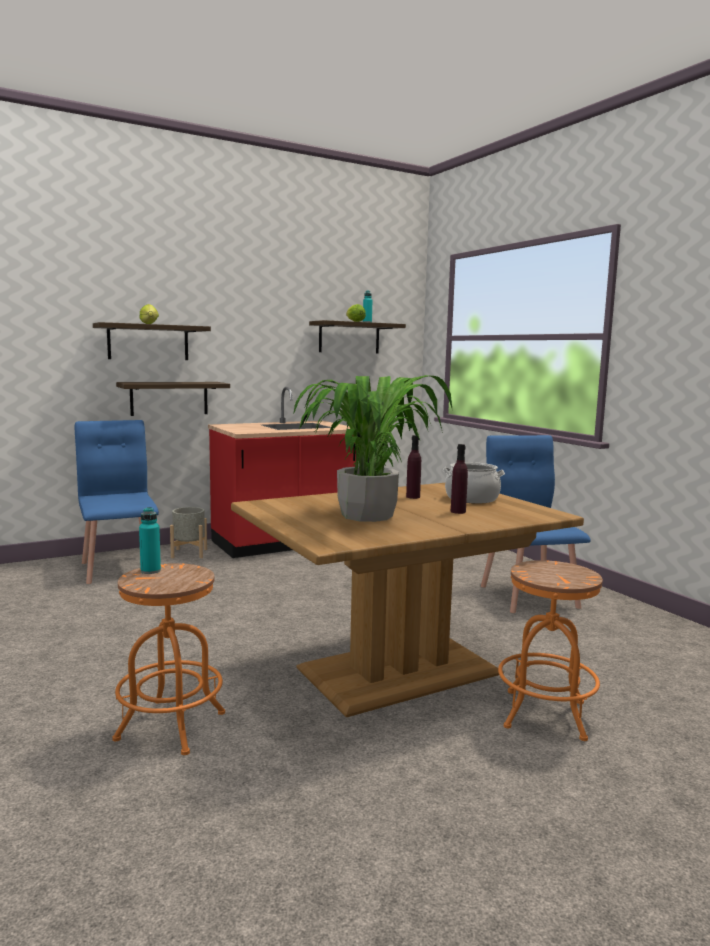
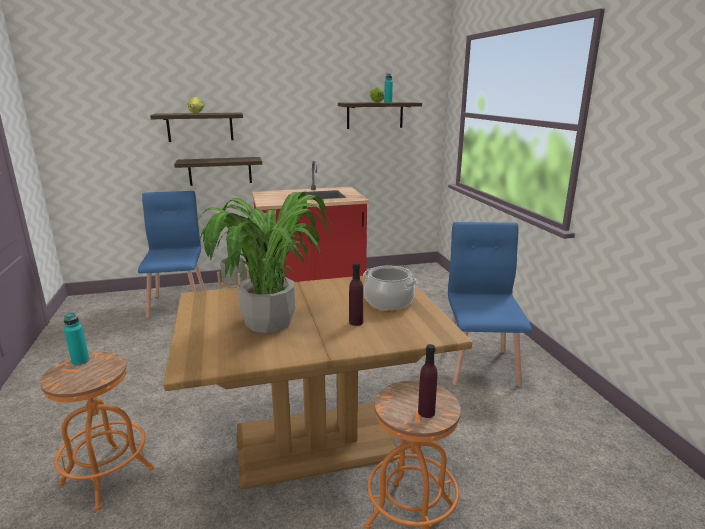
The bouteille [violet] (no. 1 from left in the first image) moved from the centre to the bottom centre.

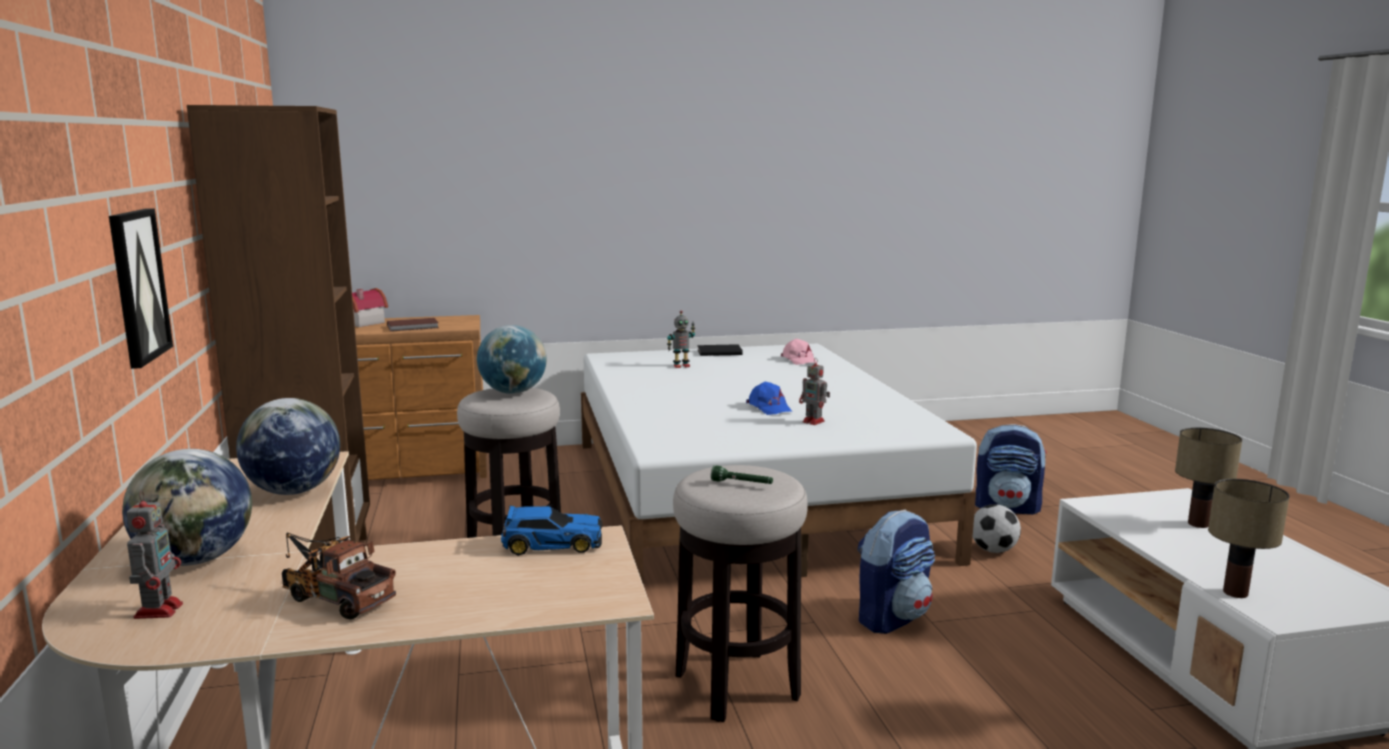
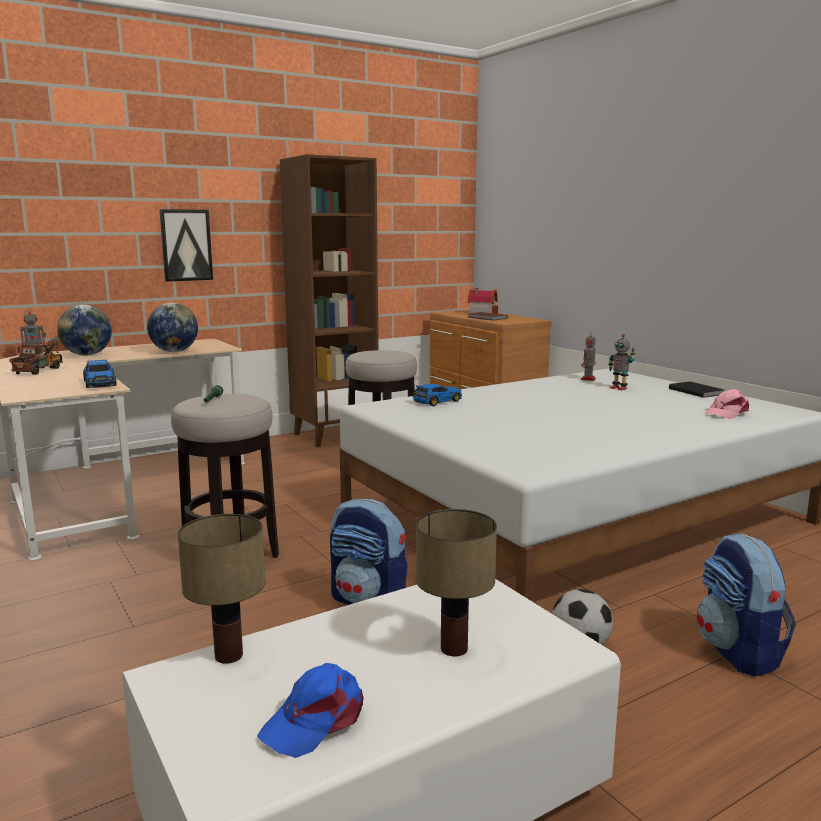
The casquette [bleu] moved from the centre to the bottom centre. The petite voiture (no. 2 from left) at the centre appeared. The robot jouet (no. 3 from left in the first image) moved from the centre to the middle right. The globe (no. 3 from left) at the centre disappeared.

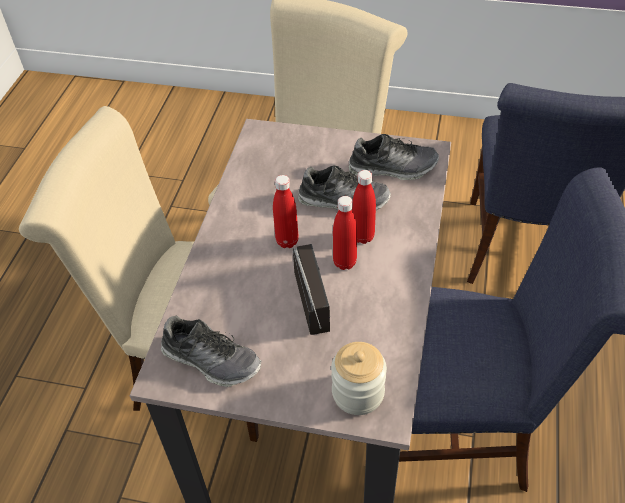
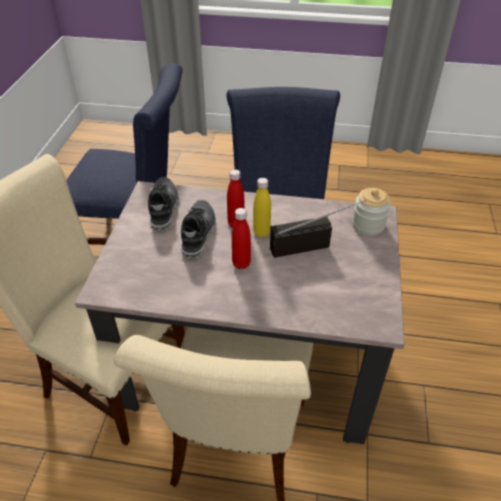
The bouteille [rouge] (no. 2 from left) at the centre became the bouteille [jaune] at the centre. The chaussure (no. 1 from left) at the bottom centre disappeared.

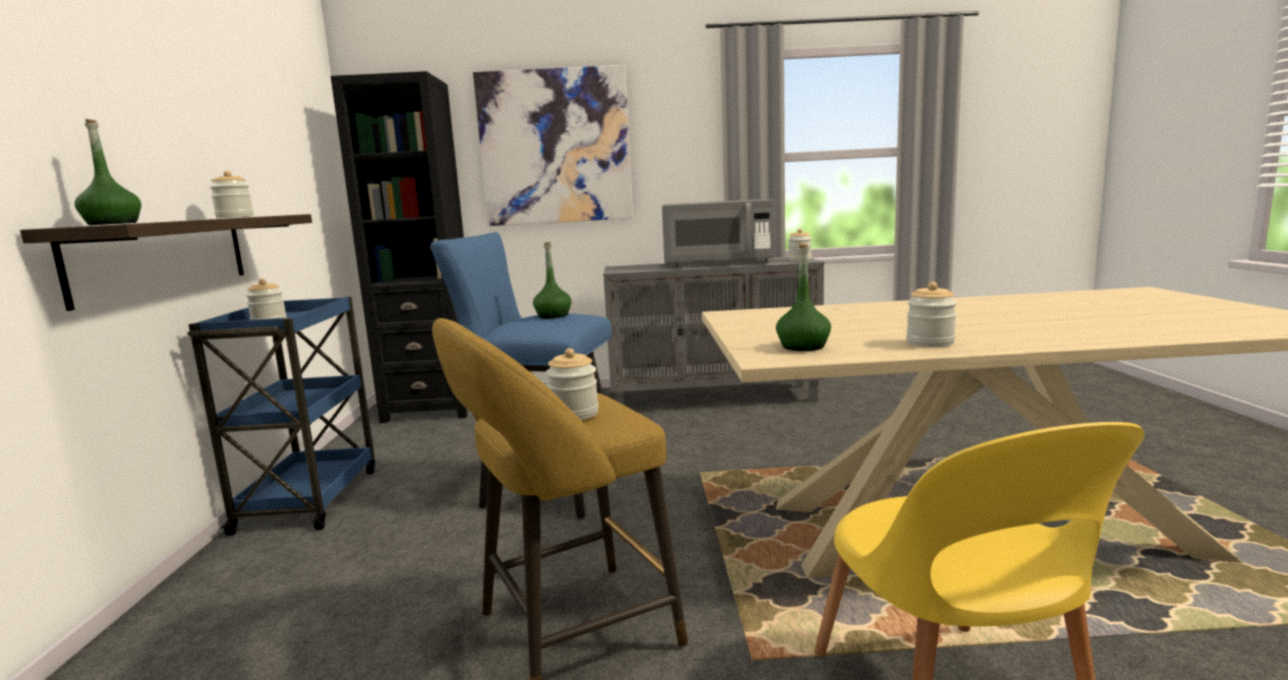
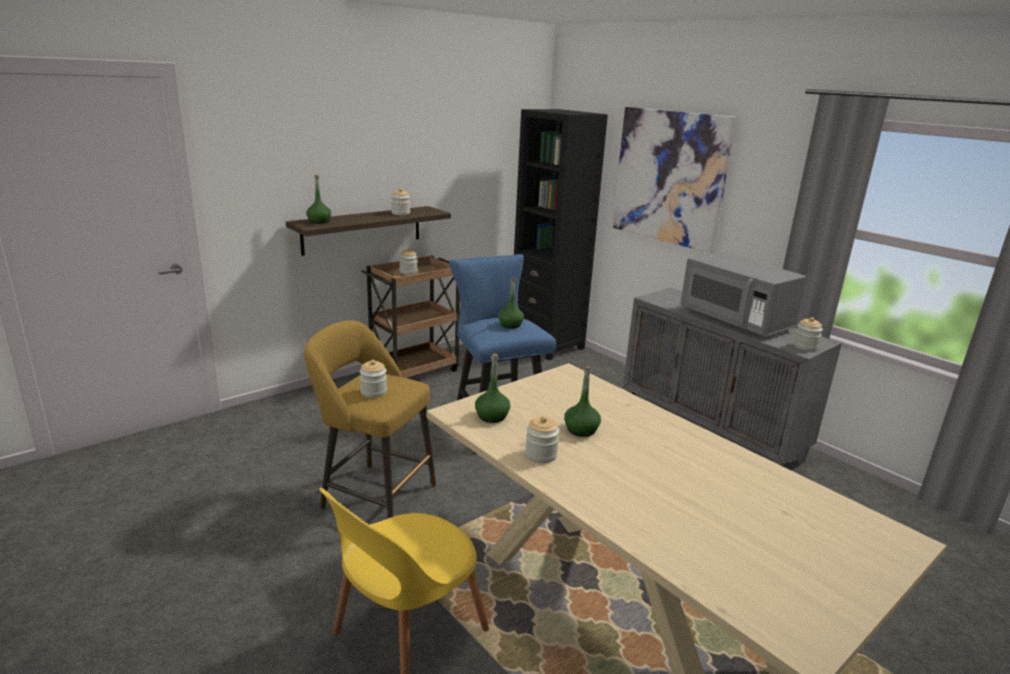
The chariot [bleu] at the middle left became the chariot [marron] at the centre. The bouteille [vert] (no. 4 from left) at the centre appeared.

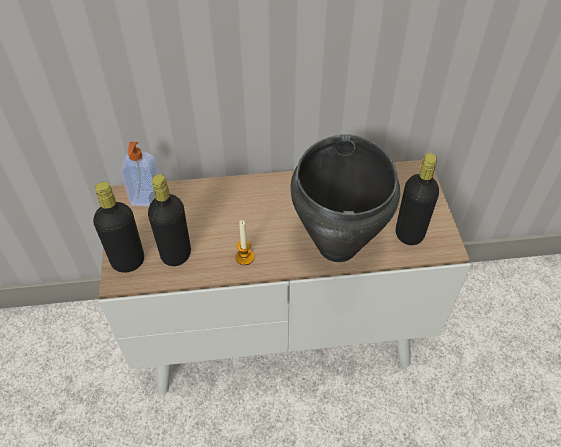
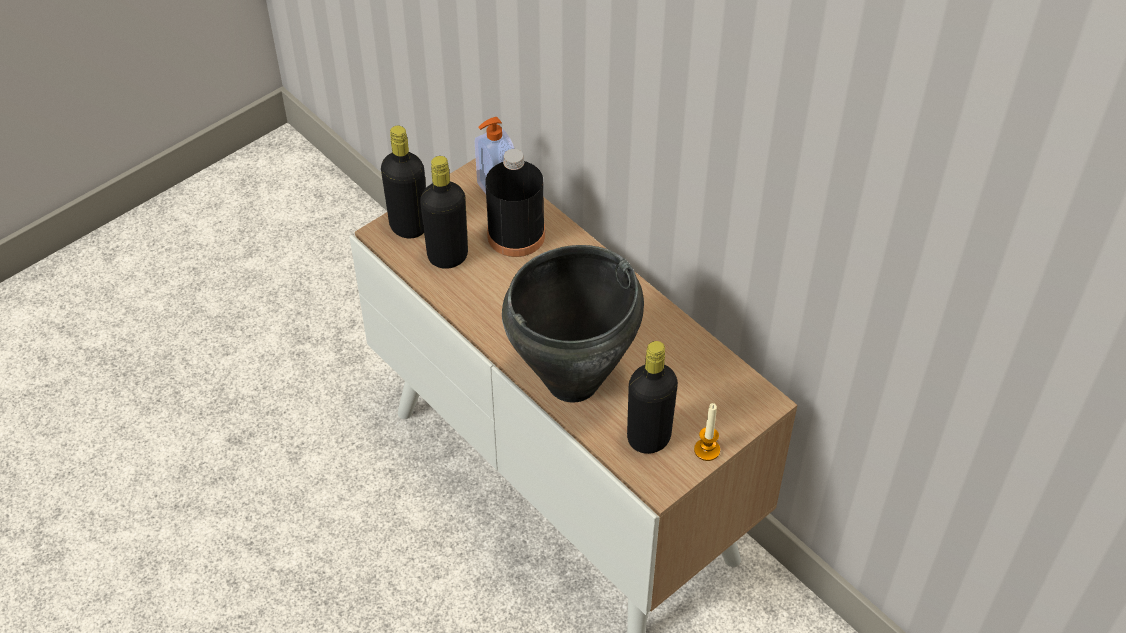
The bouteille [noir] (no. 3 from left) at the top centre appeared. The bougie moved from the centre to the bottom centre.

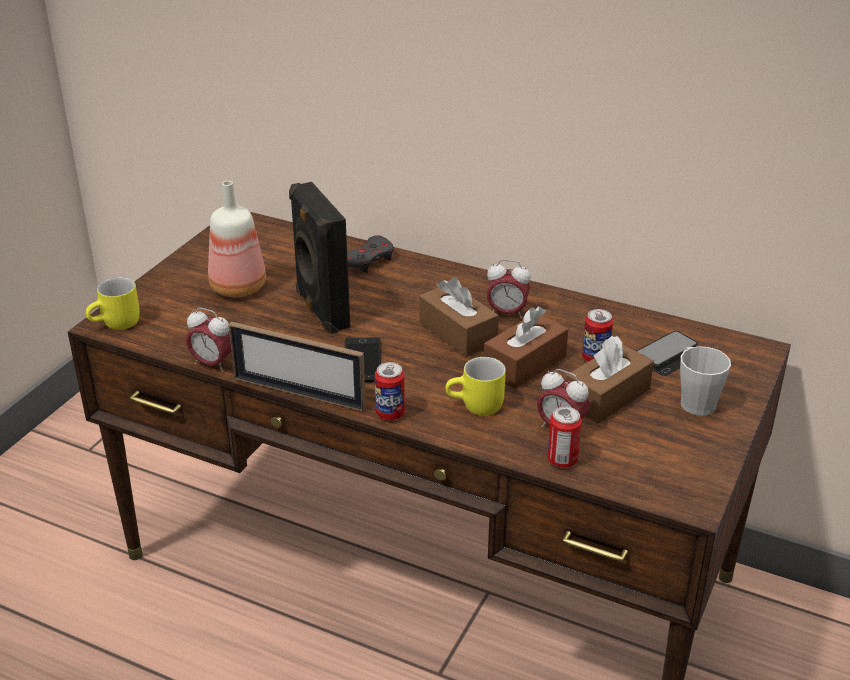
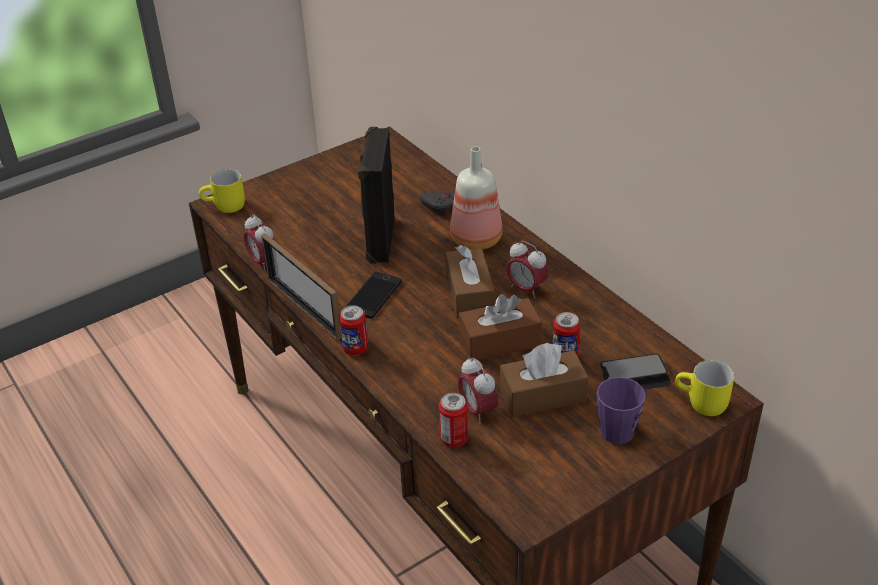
The bouteille moved from the middle left to the centre. The mug [gris] at the middle right became the mug [violet] at the bottom right. The mug [jaune] (no. 2 from left) moved from the centre to the middle right.

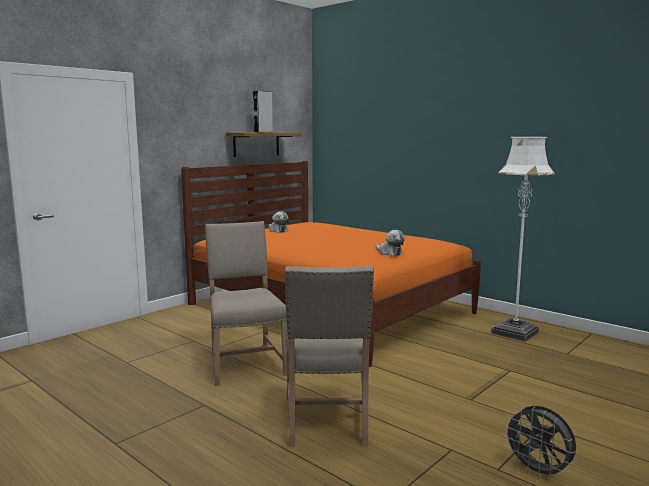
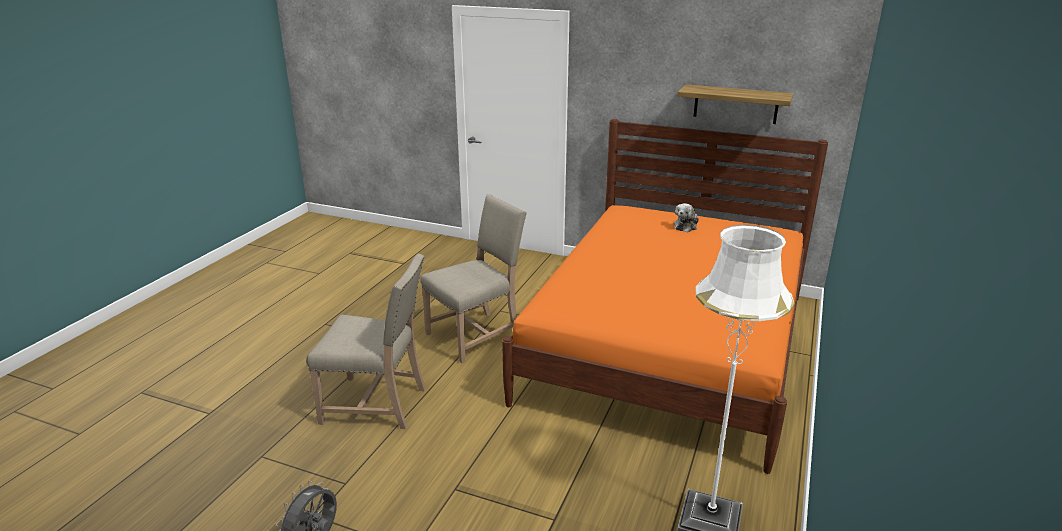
The chaise [beige] (no. 2 from left in the first image) at the bottom centre turned 150 degrees counterclockwise. The enceinte [gris] at the top centre disappeared. The peluche (no. 2 from left) at the centre disappeared.

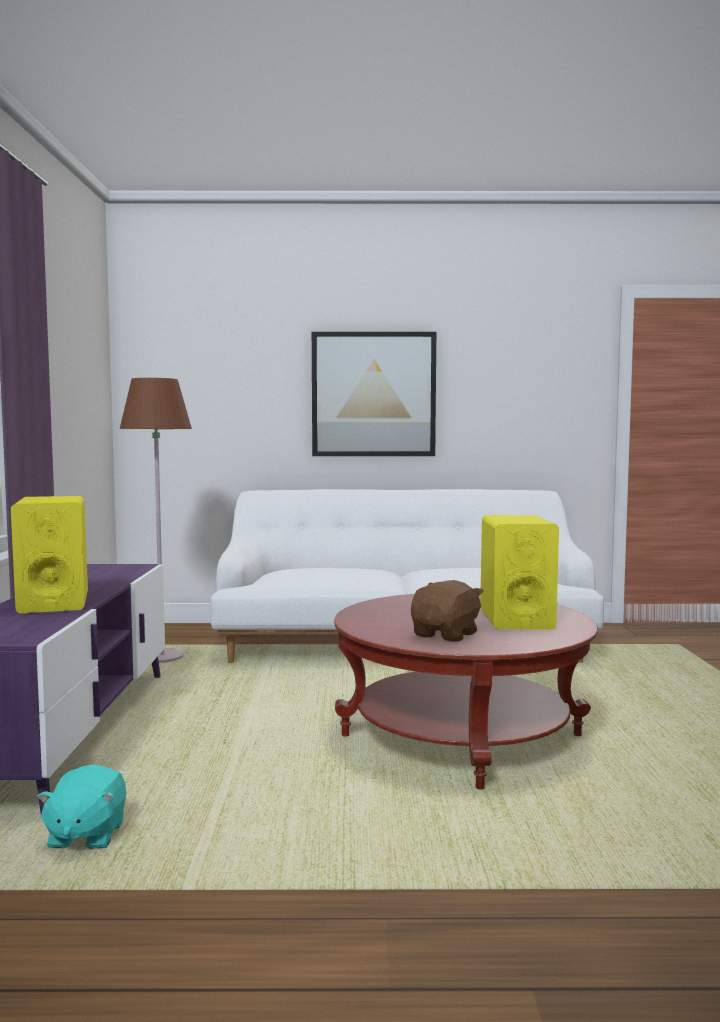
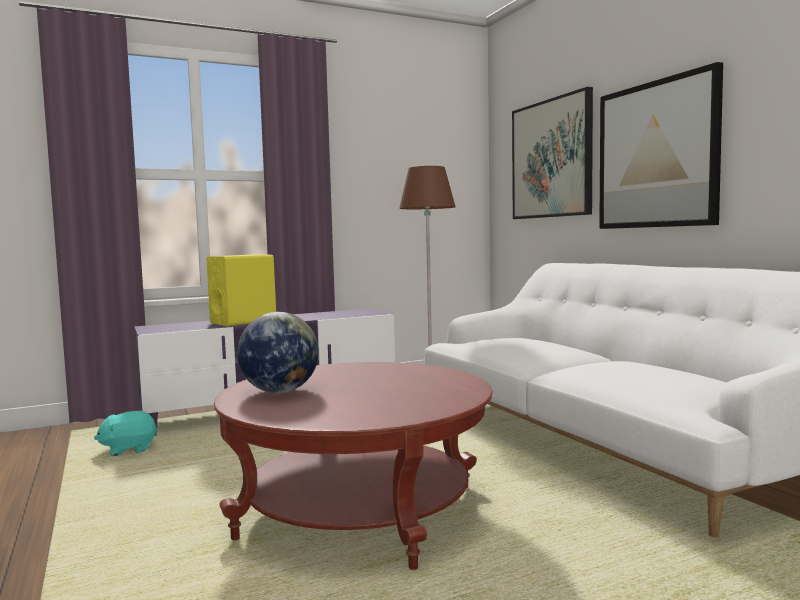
The peluche [marron] at the centre was replaced by the globe at the centre. The tableau (no. 1 from left) at the top right appeared. The enceinte [jaune] (no. 2 from left) at the middle right disappeared.

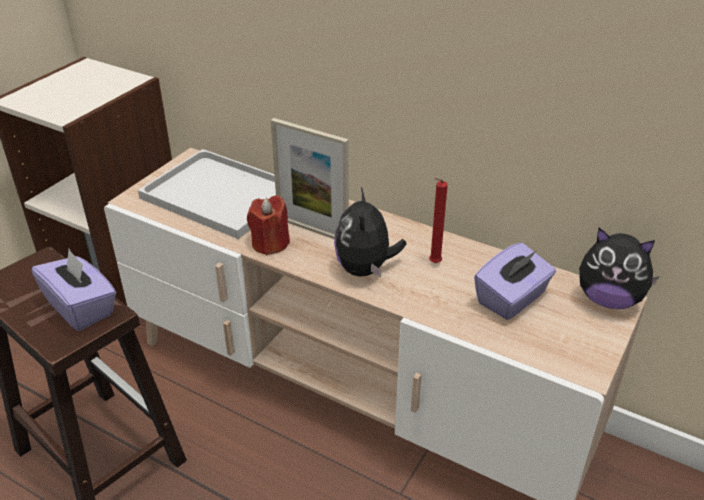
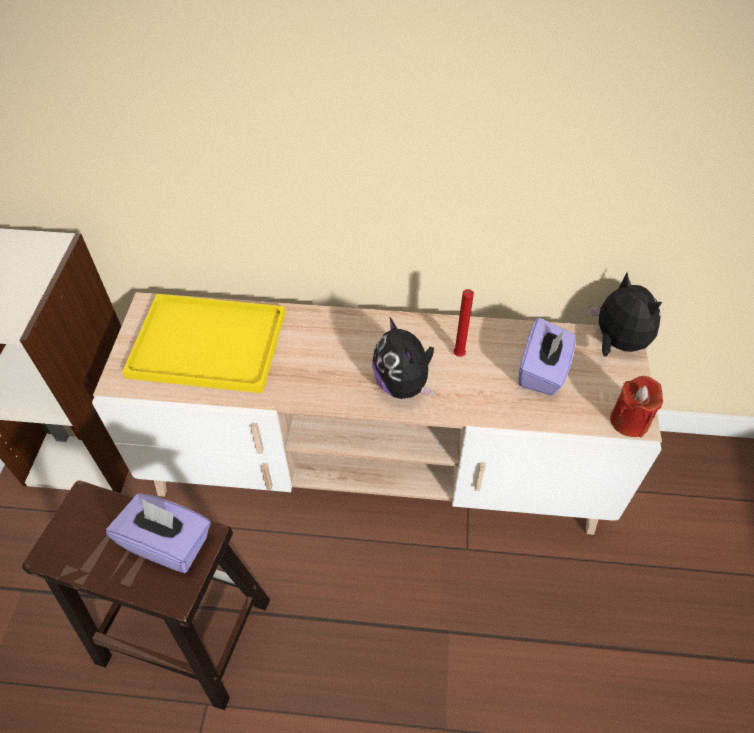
The plateau [blanc] at the middle left became the plateau [jaune] at the middle left. The peluche (no. 2 from left) at the middle right turned 120 degrees counterclockwise. The bougie [rouge] (no. 1 from left in the first image) moved from the centre to the middle right. The cadre photo at the centre disappeared.

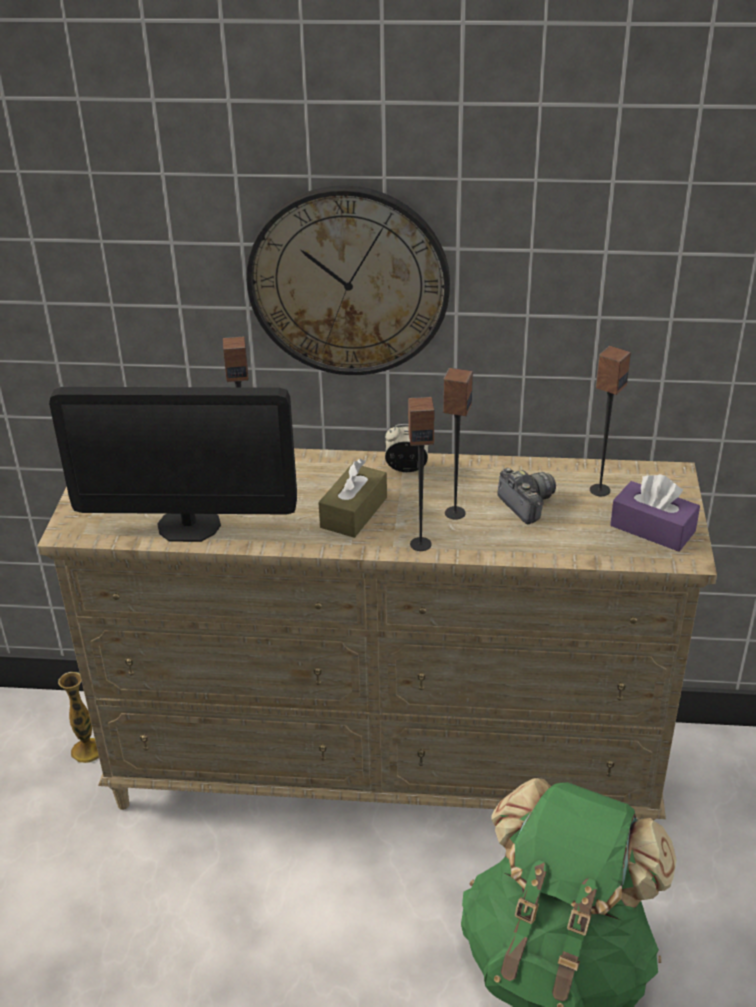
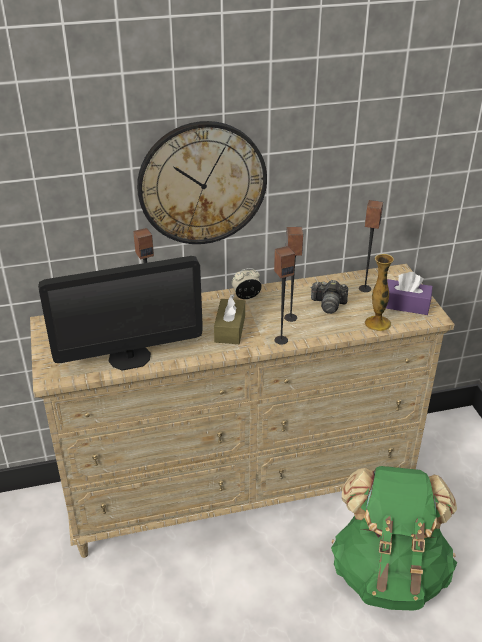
The appareil photo at the middle right turned 150 degrees clockwise. The vase moved from the bottom left to the middle right.

